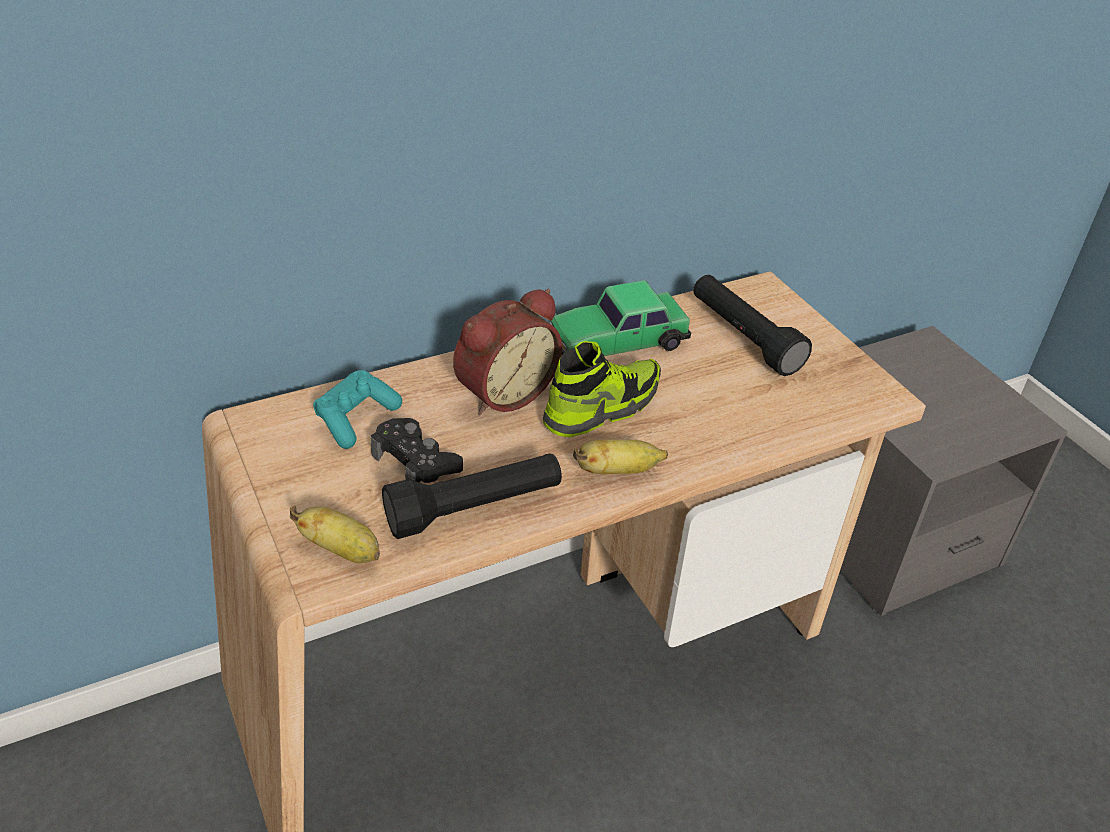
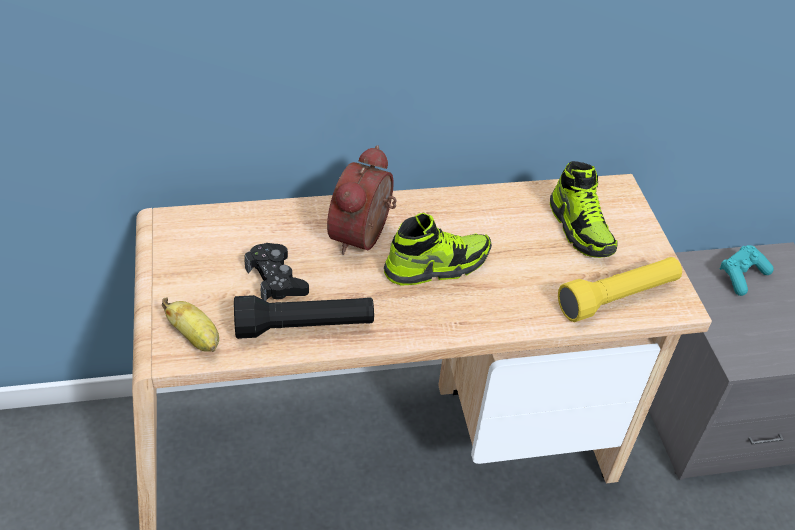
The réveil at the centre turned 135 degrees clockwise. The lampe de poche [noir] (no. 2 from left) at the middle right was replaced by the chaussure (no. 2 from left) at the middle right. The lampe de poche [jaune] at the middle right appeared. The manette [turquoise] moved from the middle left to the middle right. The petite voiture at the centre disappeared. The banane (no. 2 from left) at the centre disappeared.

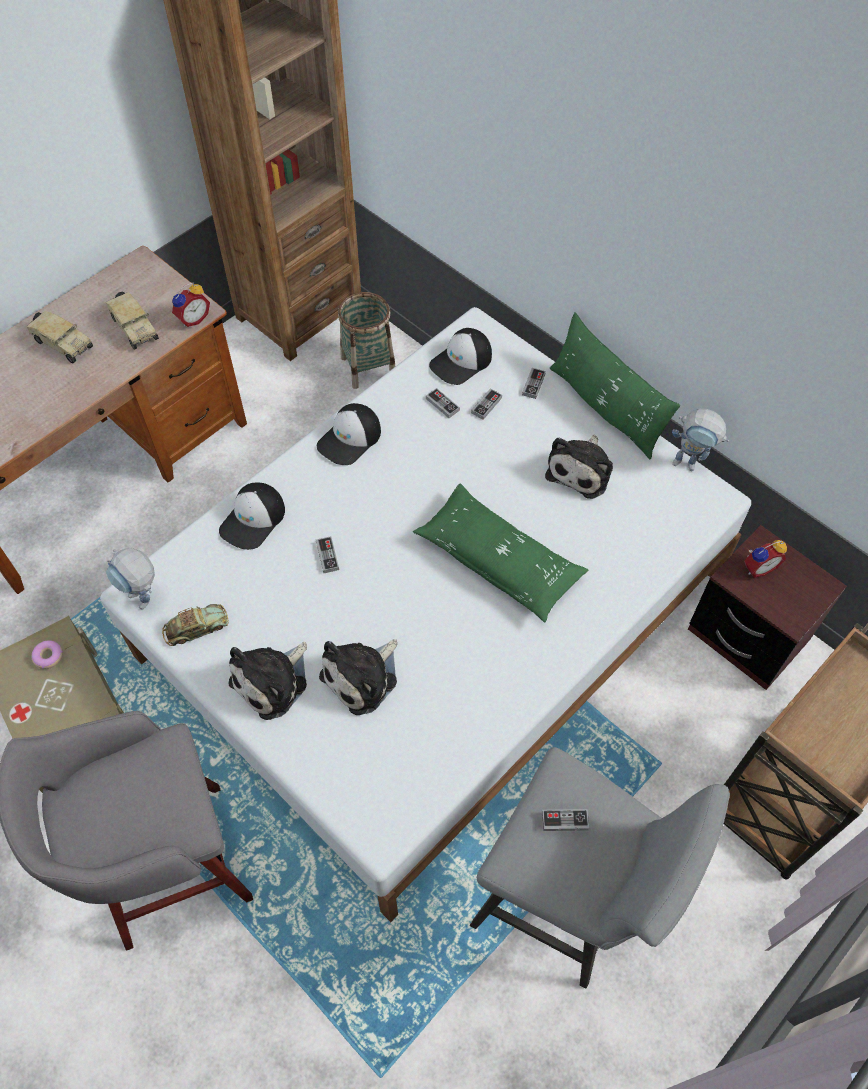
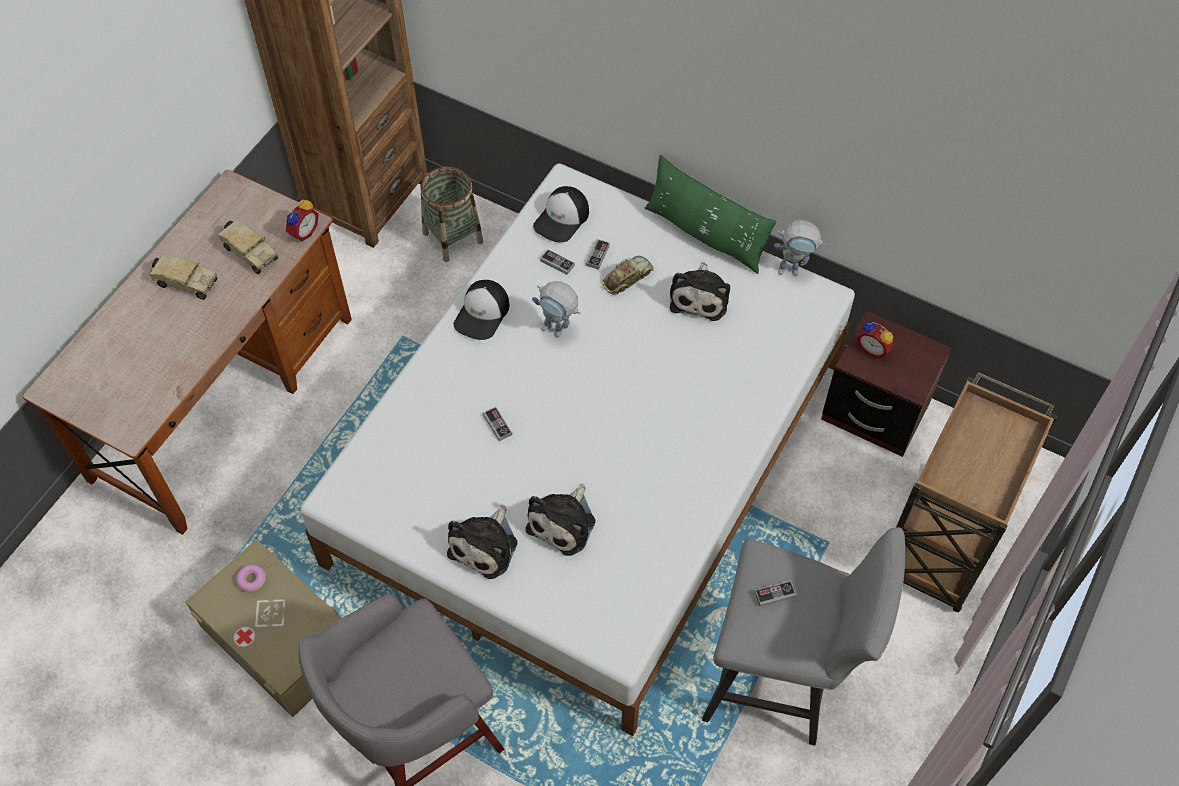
The robot jouet (no. 1 from left) moved from the middle left to the centre. The petite voiture moved from the middle left to the centre. The réveil (no. 2 from left) at the middle right turned 75 degrees clockwise. The casquette (no. 1 from left) at the middle left disappeared. The coussin [vert] (no. 1 from left) at the centre disappeared. The manette (no. 4 from left) at the centre disappeared.

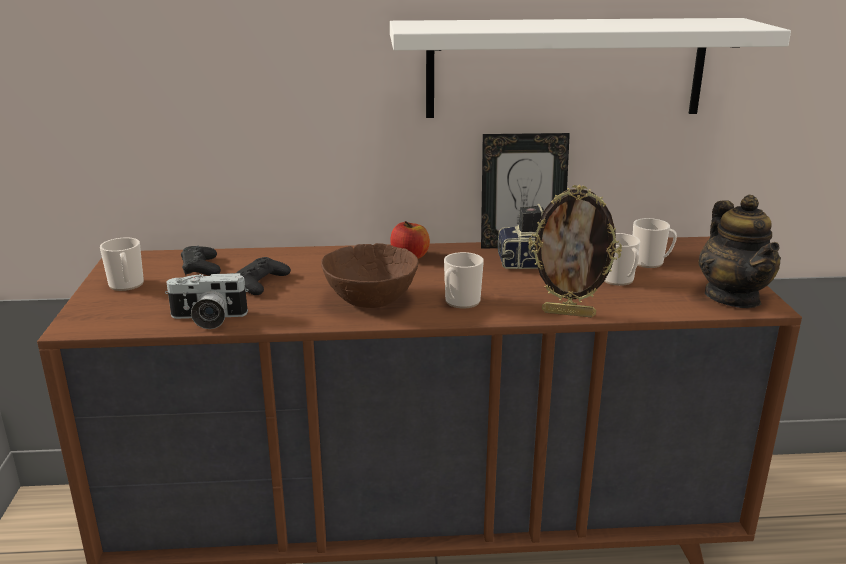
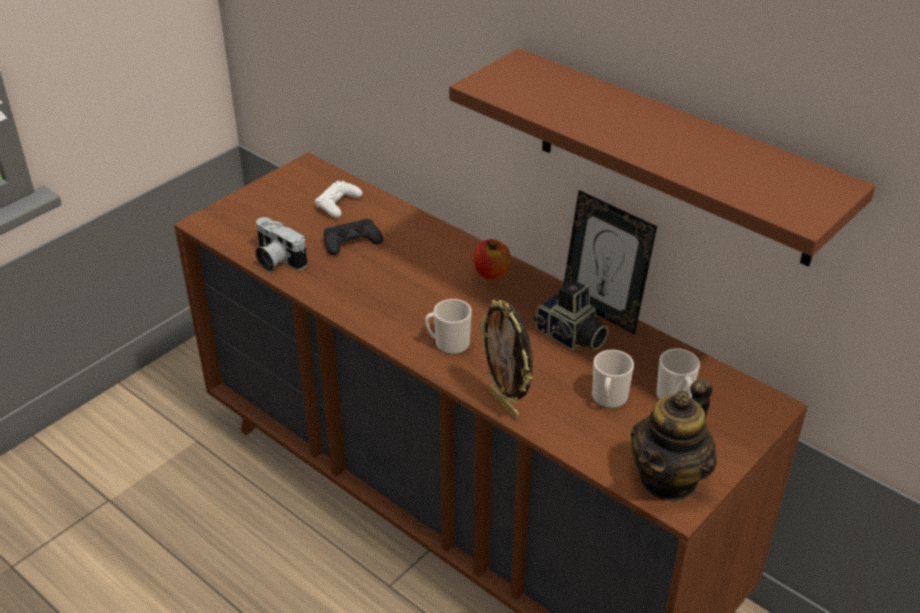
The manette [noir] (no. 1 from left) at the middle left became the manette [blanc] at the top centre. The étagère [blanc] at the top right became the étagère [marron] at the top right. The mug (no. 1 from left) at the middle left disappeared. The bol [marron] at the centre disappeared.

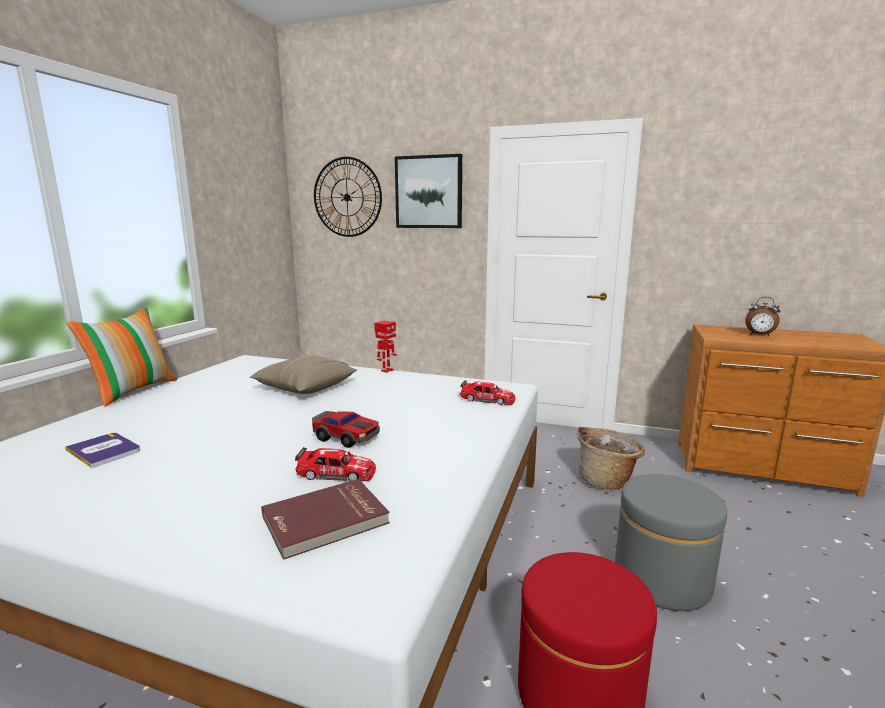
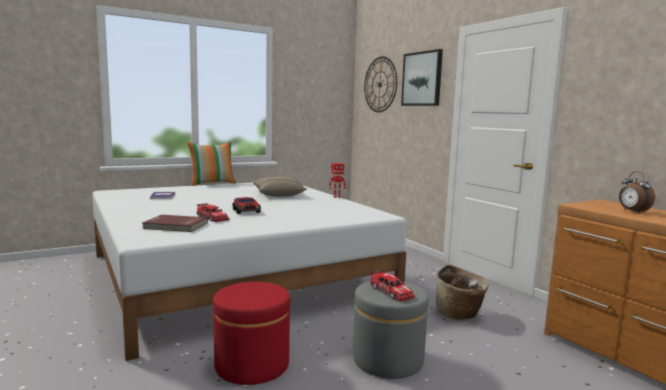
The petite voiture (no. 3 from left) moved from the centre to the bottom centre.

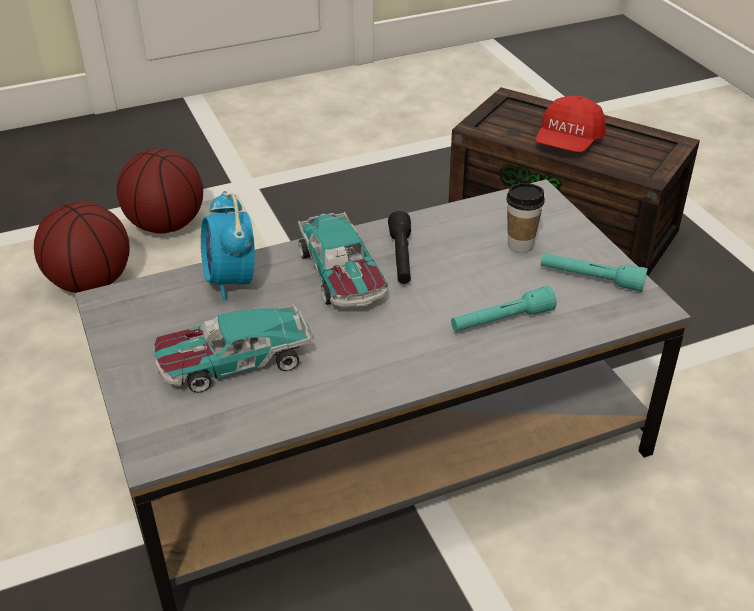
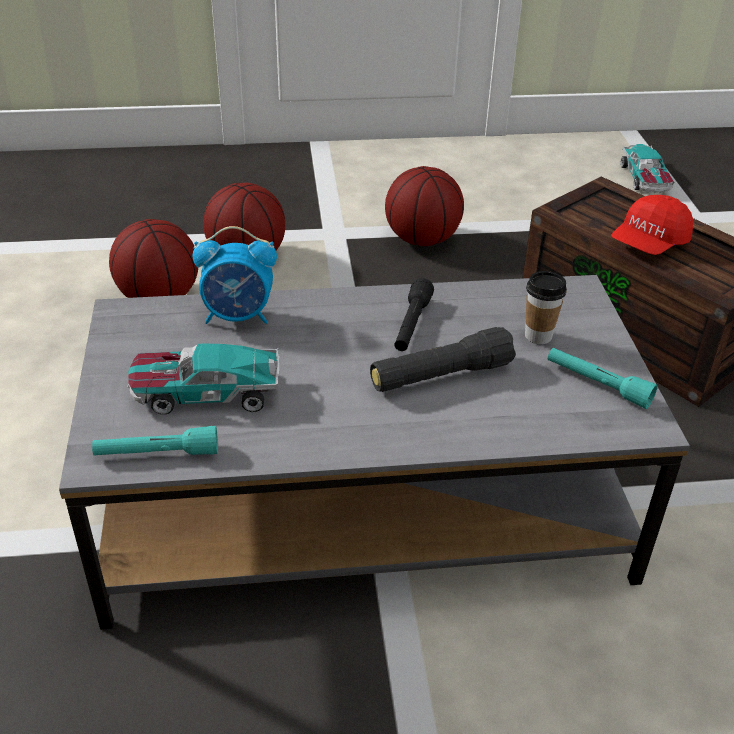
The lampe de poche [turquoise] (no. 1 from left) moved from the middle right to the middle left. The réveil at the middle left turned 90 degrees counterclockwise. The lampe de poche [noir] (no. 2 from left) at the centre appeared. The ballon de basket (no. 3 from left) at the top centre appeared. The petite voiture (no. 2 from left) moved from the centre to the top right.

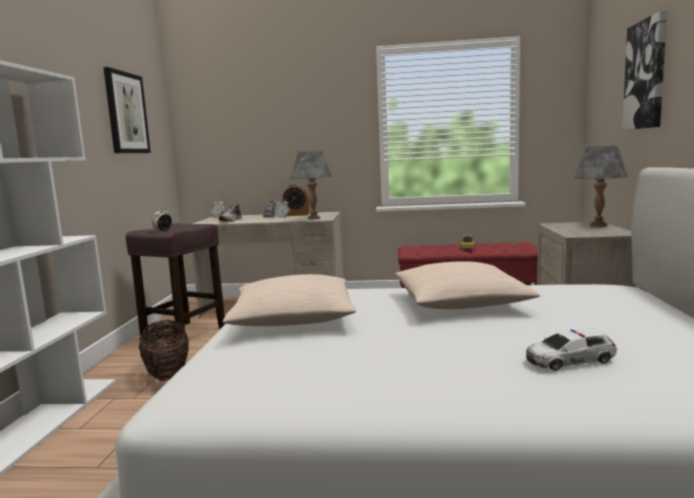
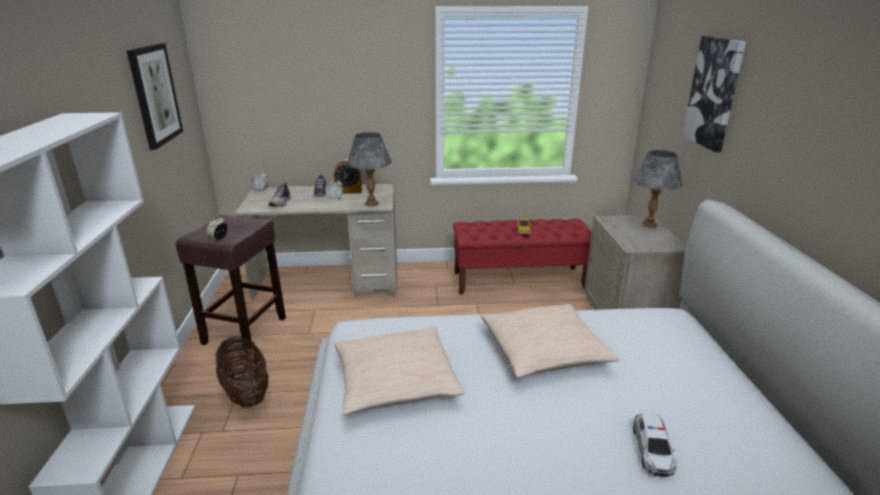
The petite voiture (no. 2 from left) at the bottom right turned 60 degrees counterclockwise.

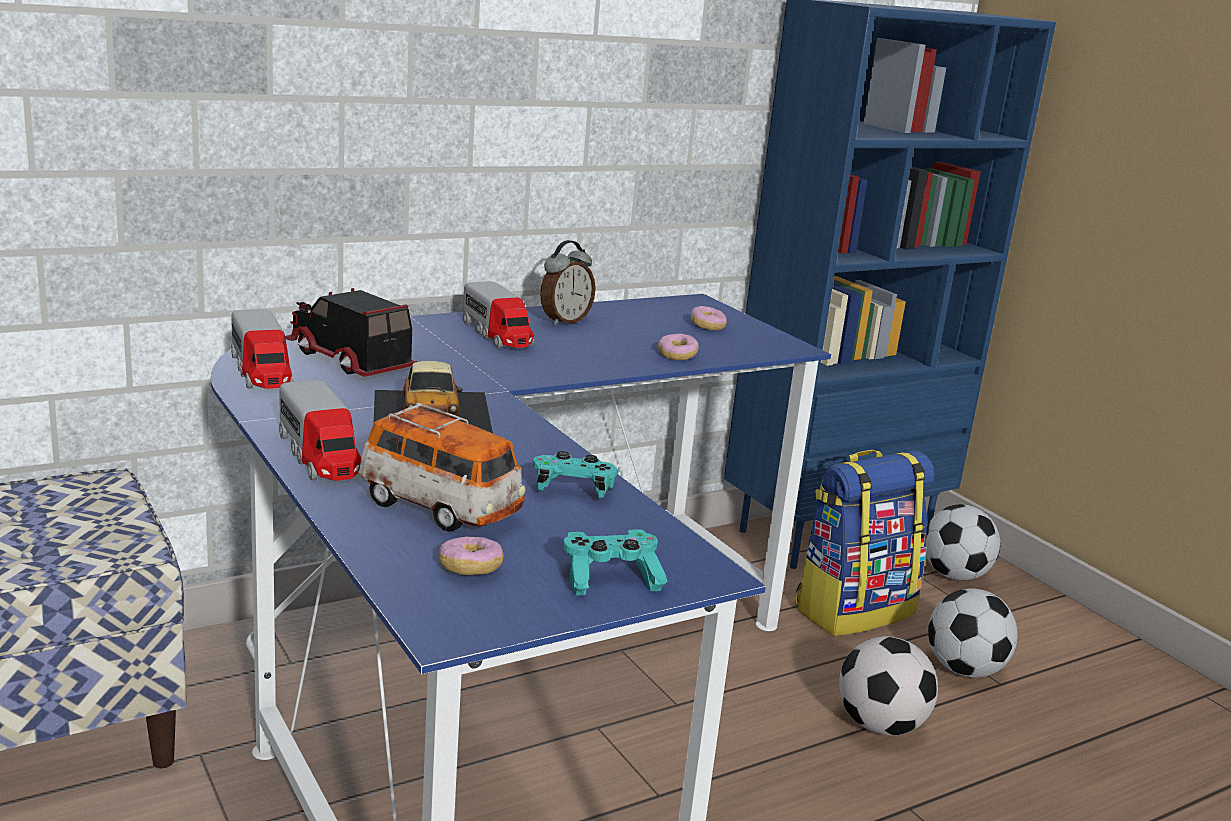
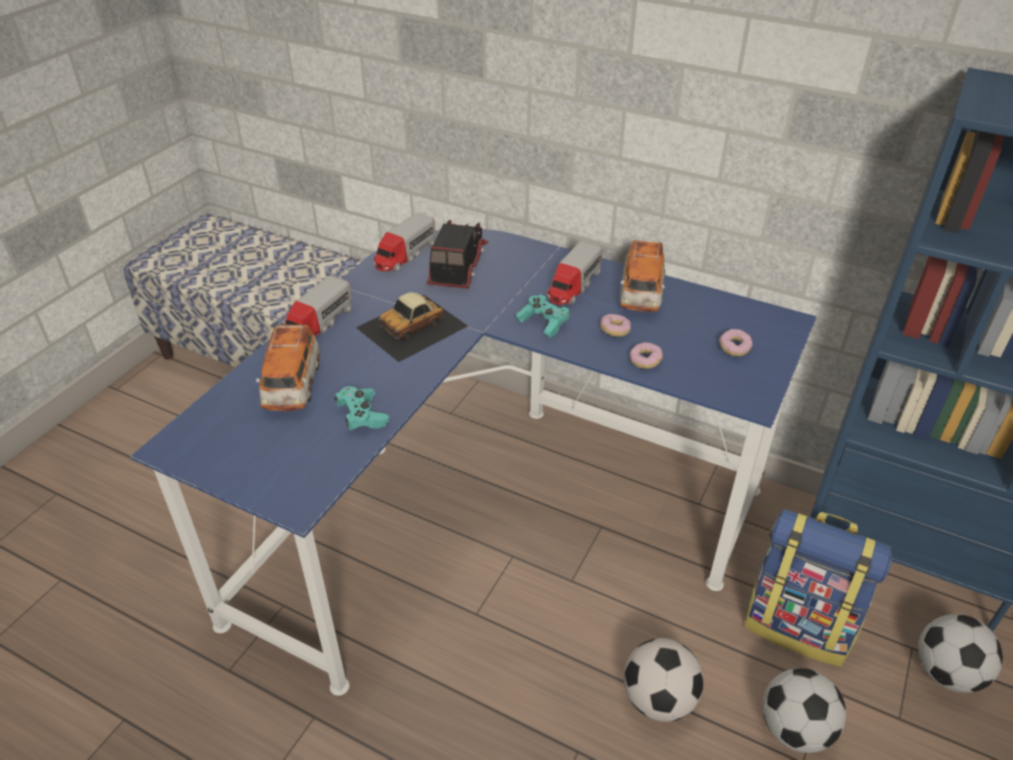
The manette [turquoise] (no. 2 from left) moved from the bottom centre to the centre. The beignet (no. 1 from left) moved from the bottom centre to the centre. The réveil at the centre was replaced by the petite voiture (no. 3 from left) at the centre.

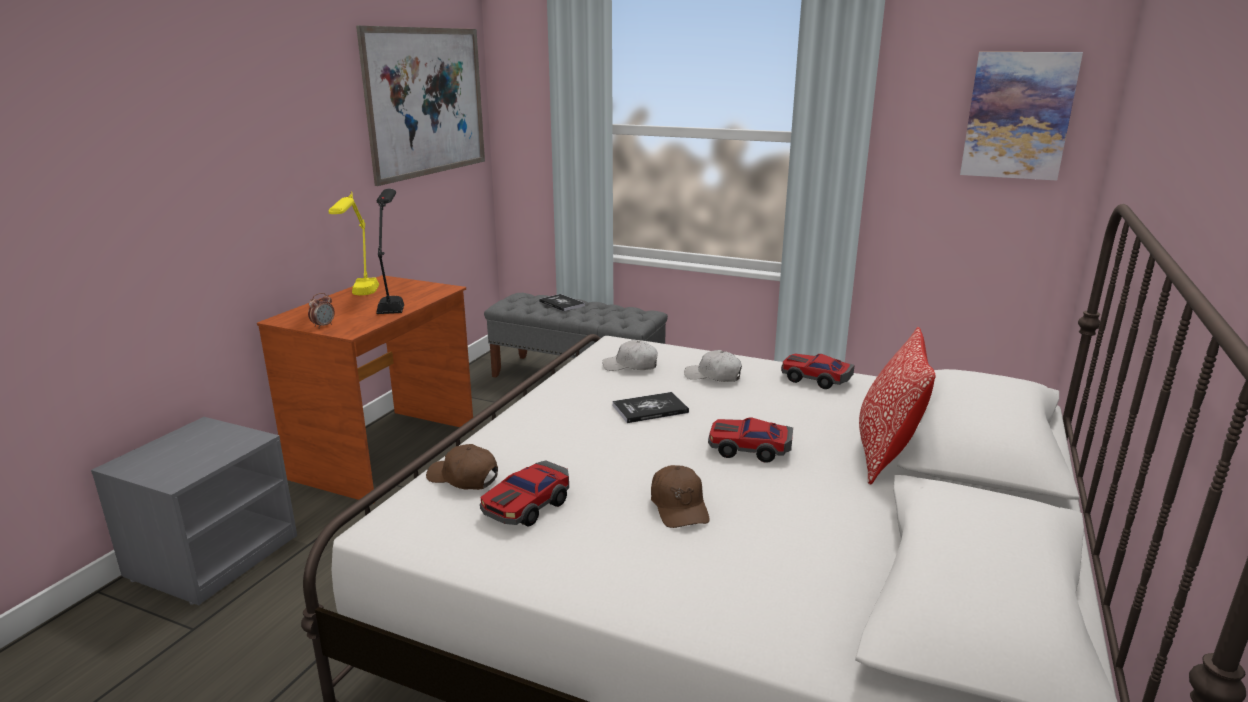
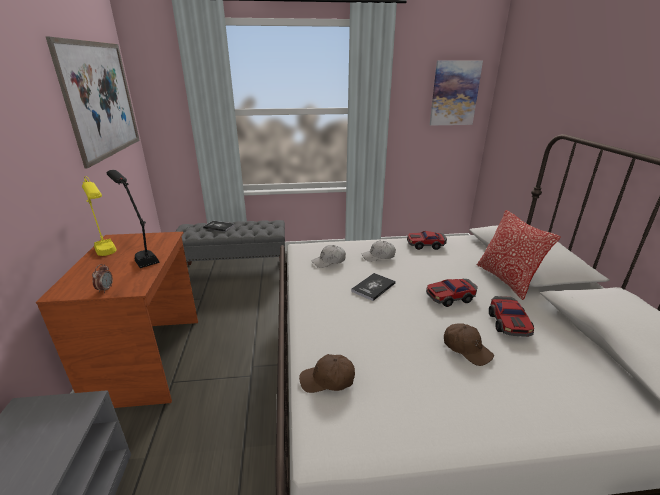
The petite voiture (no. 1 from left in the first image) moved from the bottom centre to the middle right.

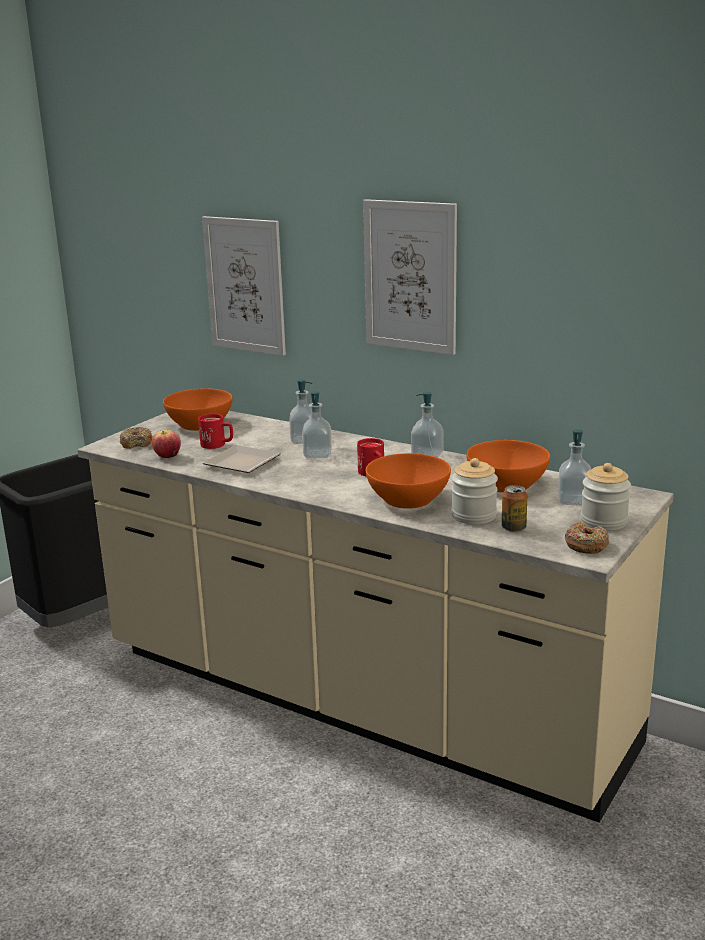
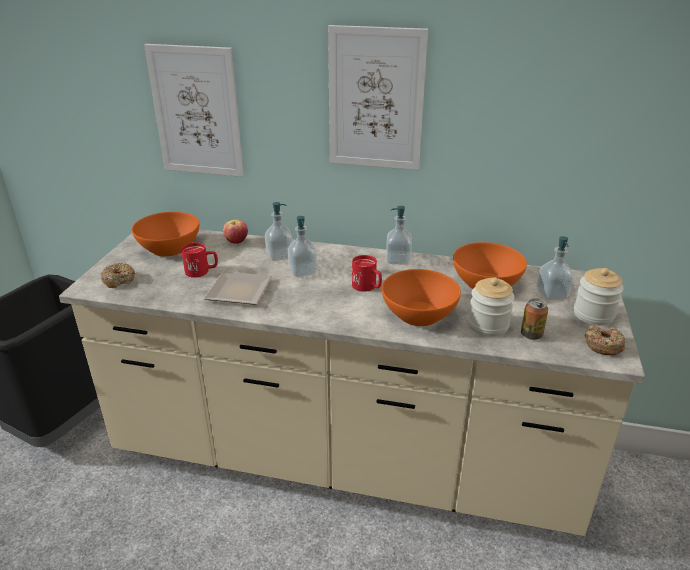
The pomme moved from the middle left to the centre.

